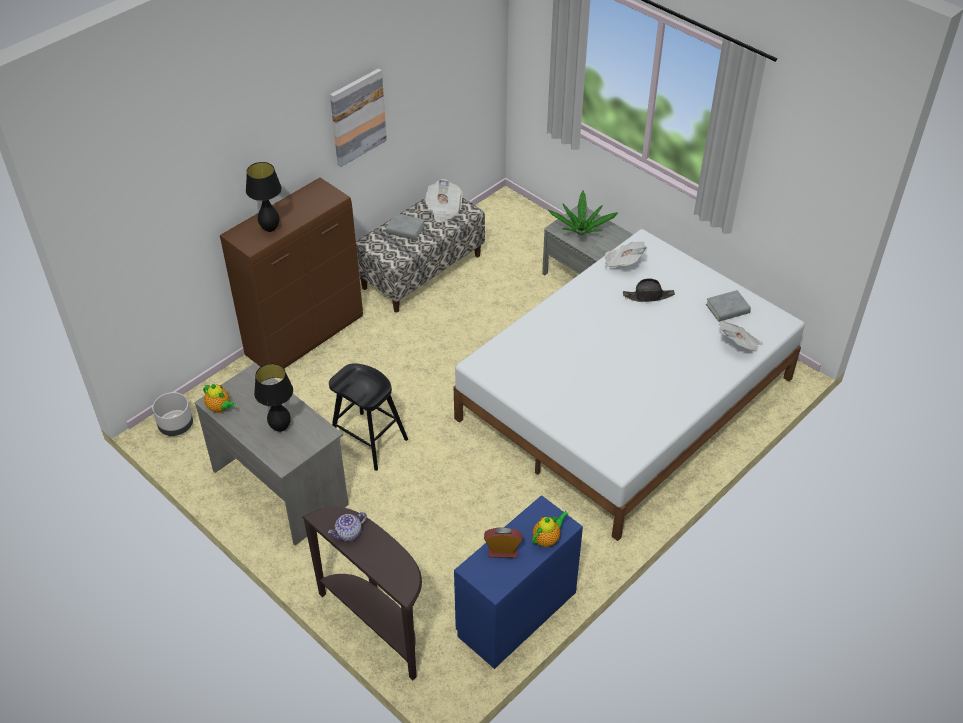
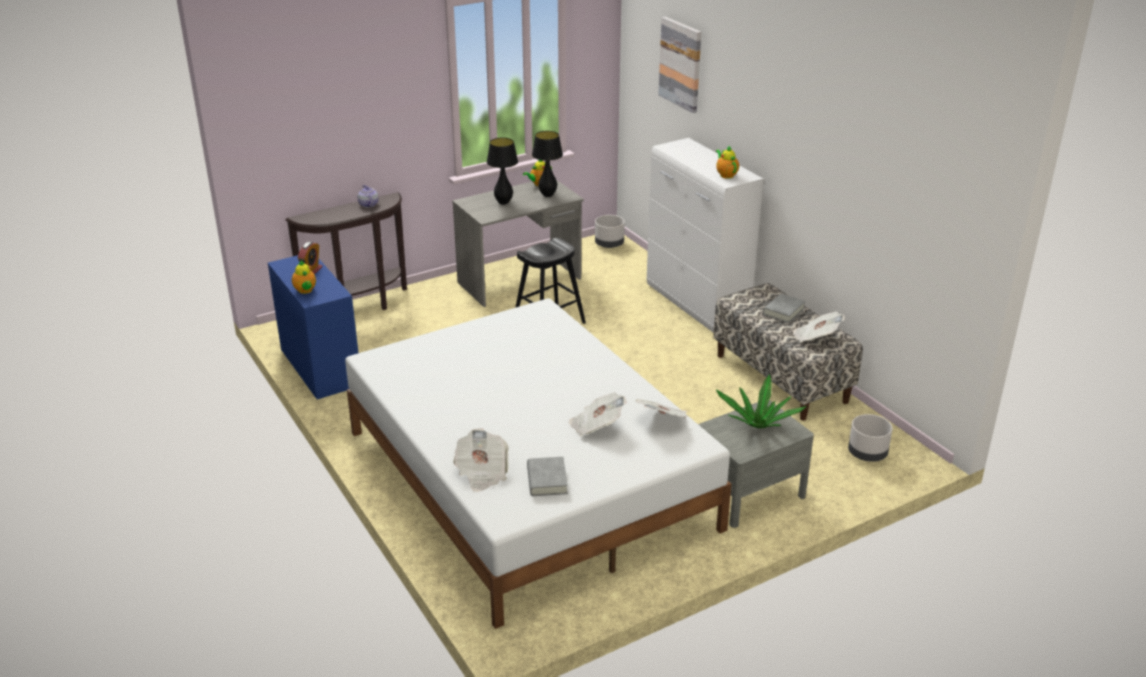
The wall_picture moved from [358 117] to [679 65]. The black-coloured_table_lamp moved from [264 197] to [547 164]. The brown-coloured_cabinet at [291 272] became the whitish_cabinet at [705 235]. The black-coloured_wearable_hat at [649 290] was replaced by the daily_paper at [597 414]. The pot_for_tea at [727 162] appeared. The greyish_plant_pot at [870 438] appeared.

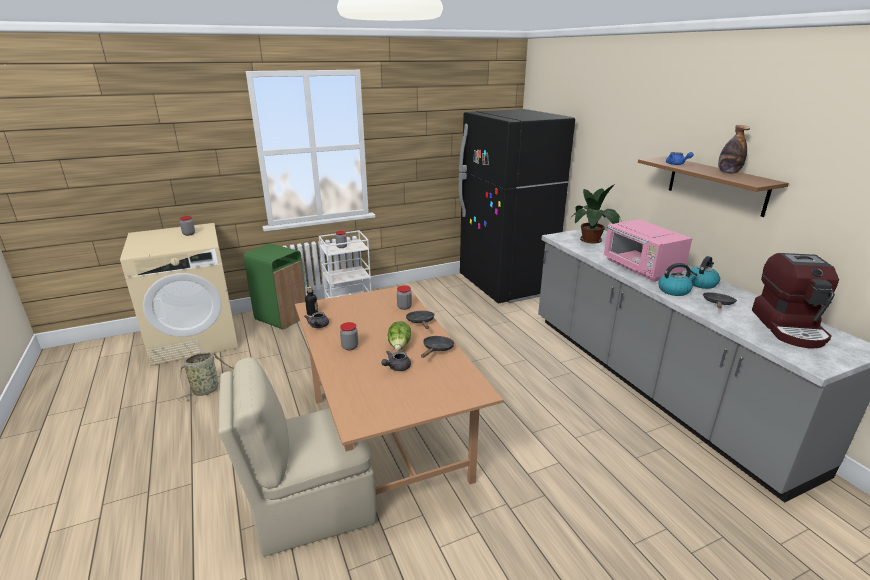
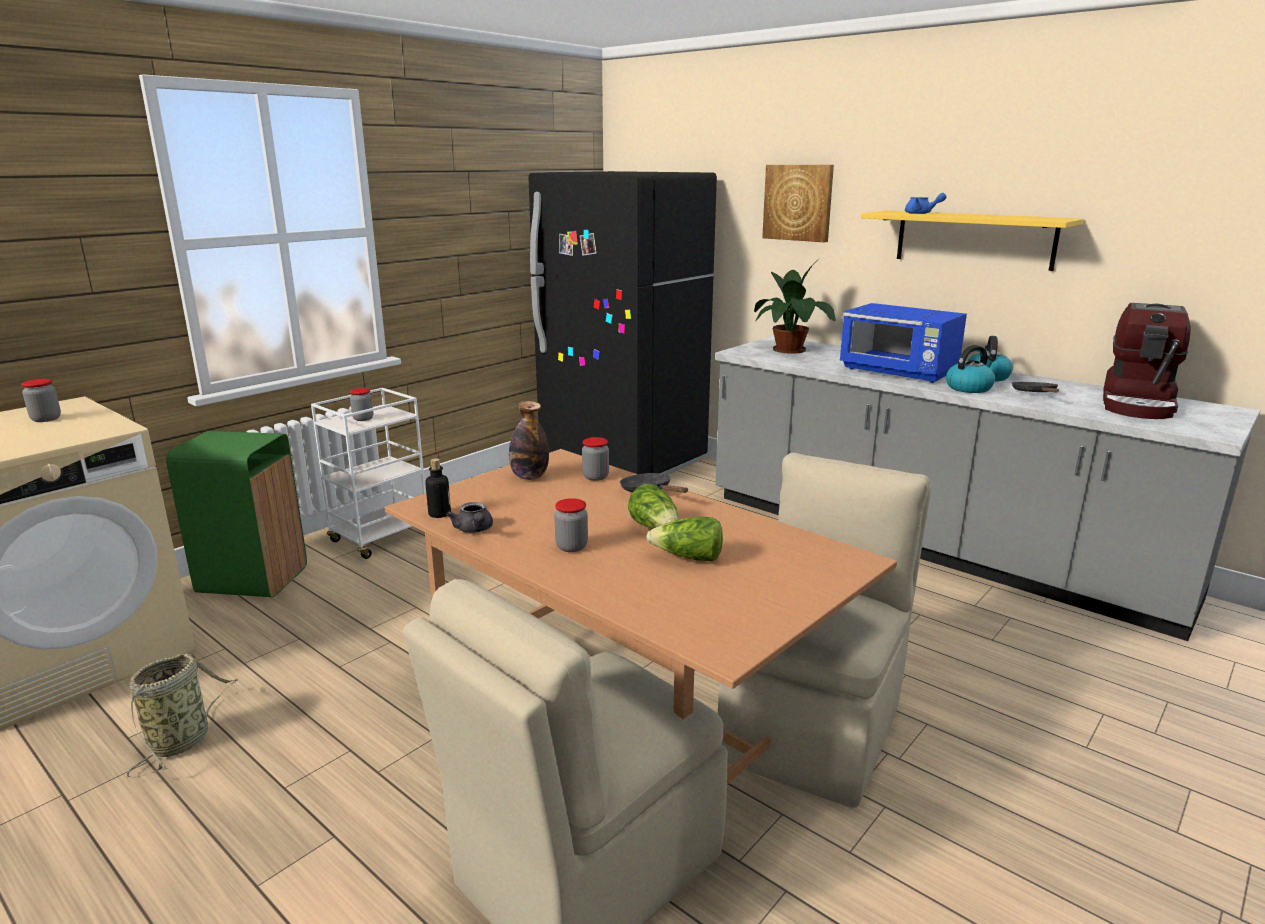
The beverage_bottle moved from [734 149] to [529 440]. The brown-coloured_bracket_shelf at [713 187] became the yellow_bracket_shelf at [972 241]. The pinkish_microwave at [648 250] became the blue_microwave at [903 343]. The coffee_machine at [795 300] turned 45 degrees clockwise. The black-coloured_pan at [437 347] disappeared. The greyish_pot_for_tea at [396 361] was replaced by the head_of_lettuce at [684 539]. The wall_picture at [798 203] appeared. The beige-coloured_plain_chair at [824 630] appeared.

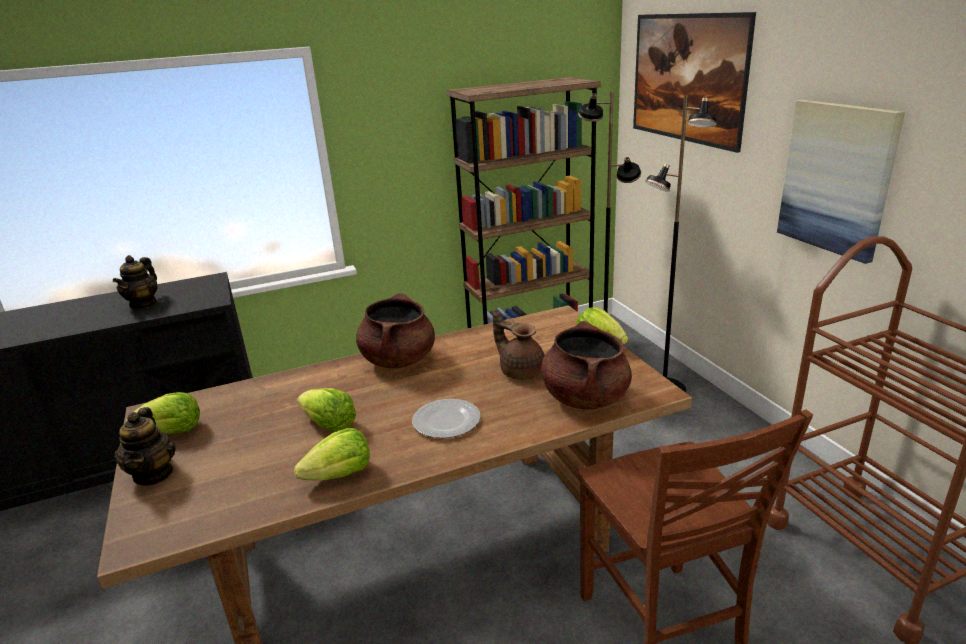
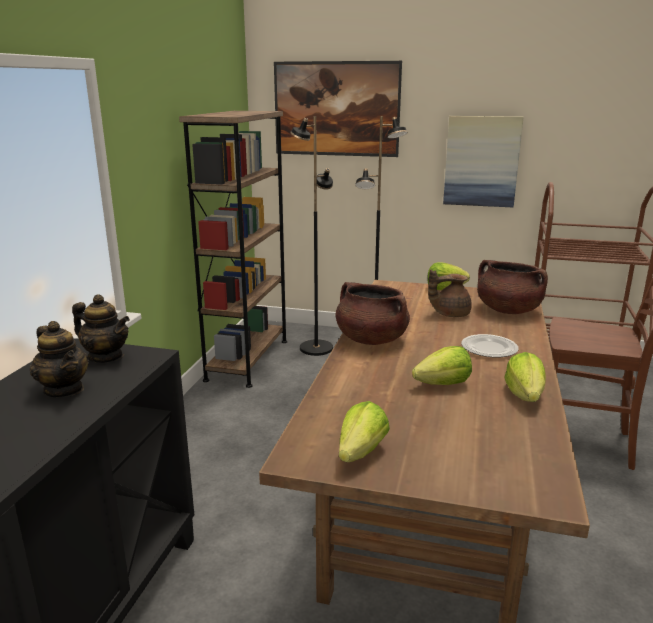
The pot_for_tea moved from [145 446] to [101 328].

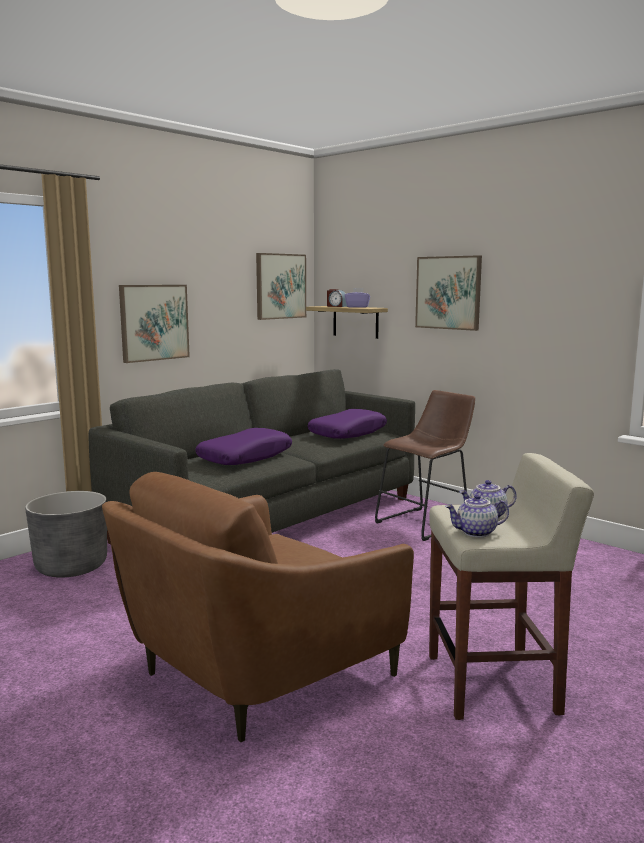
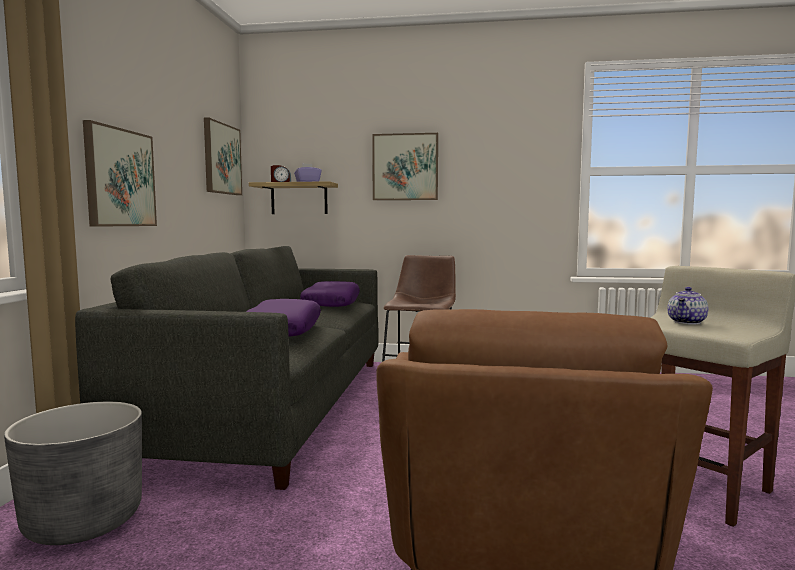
The pot_for_tea at [477 515] disappeared.

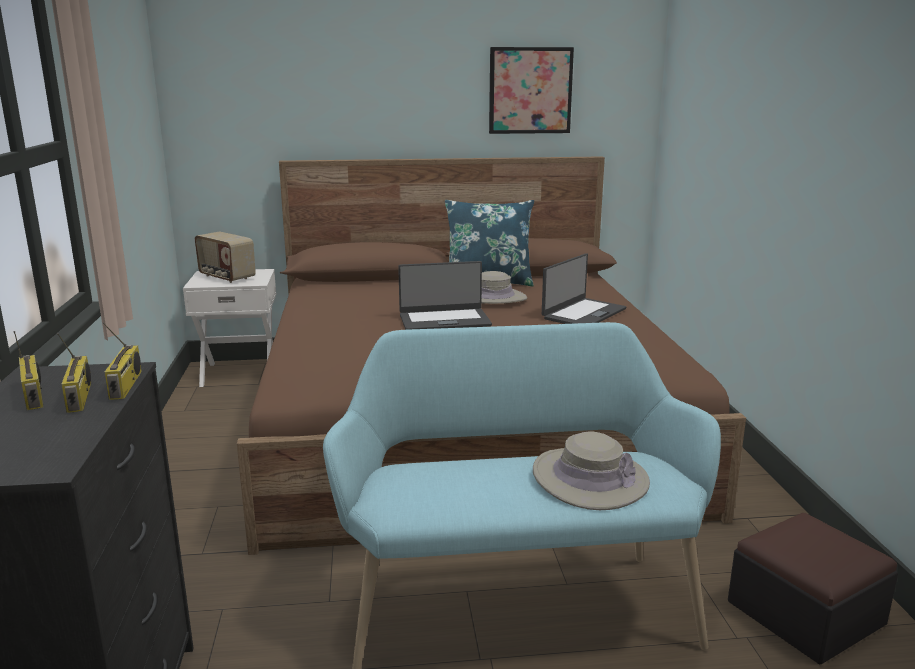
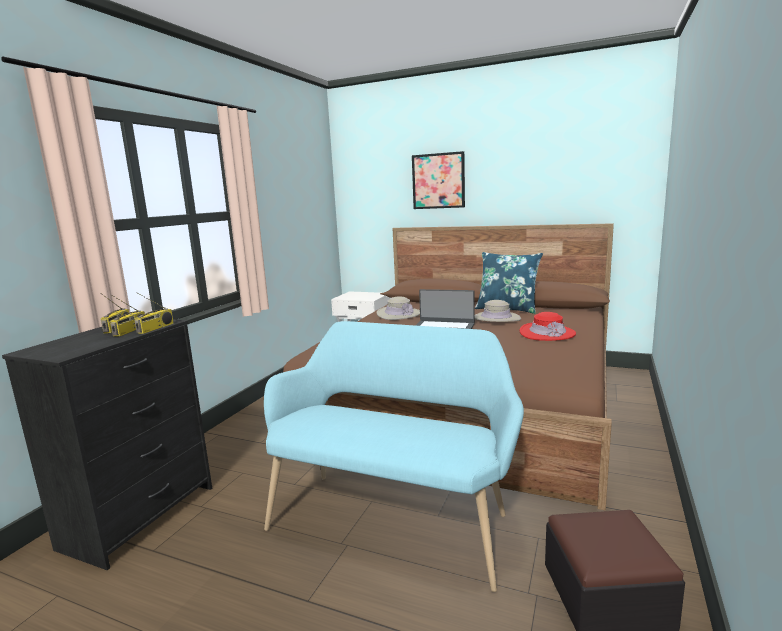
The wall_picture moved from [531 90] to [438 180]. The radio_receiver at [225 257] disappeared. The portable_computer at [584 288] was replaced by the red_wearable_hat at [548 326]. The beige-coloured_wearable_hat moved from [591 471] to [398 308].

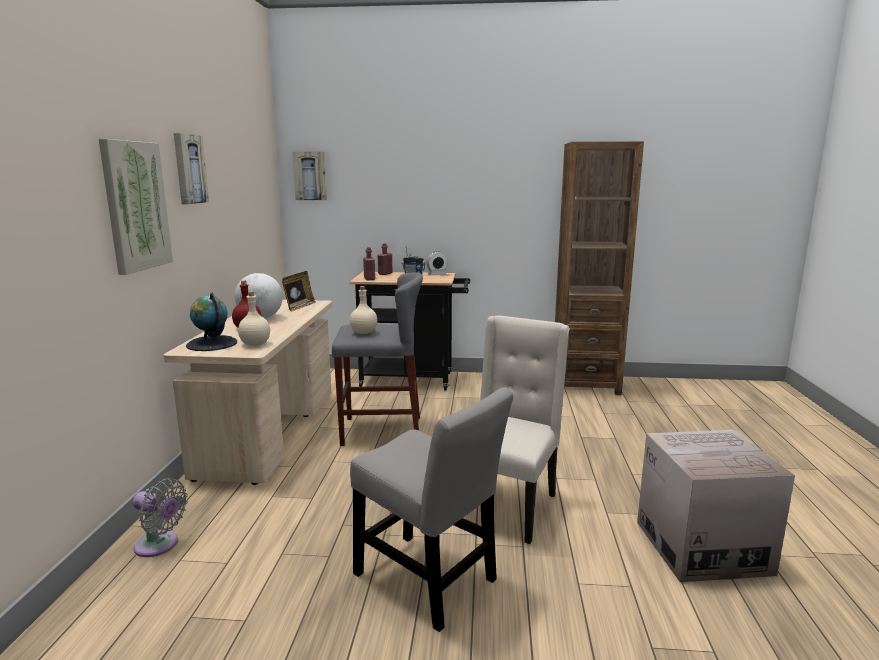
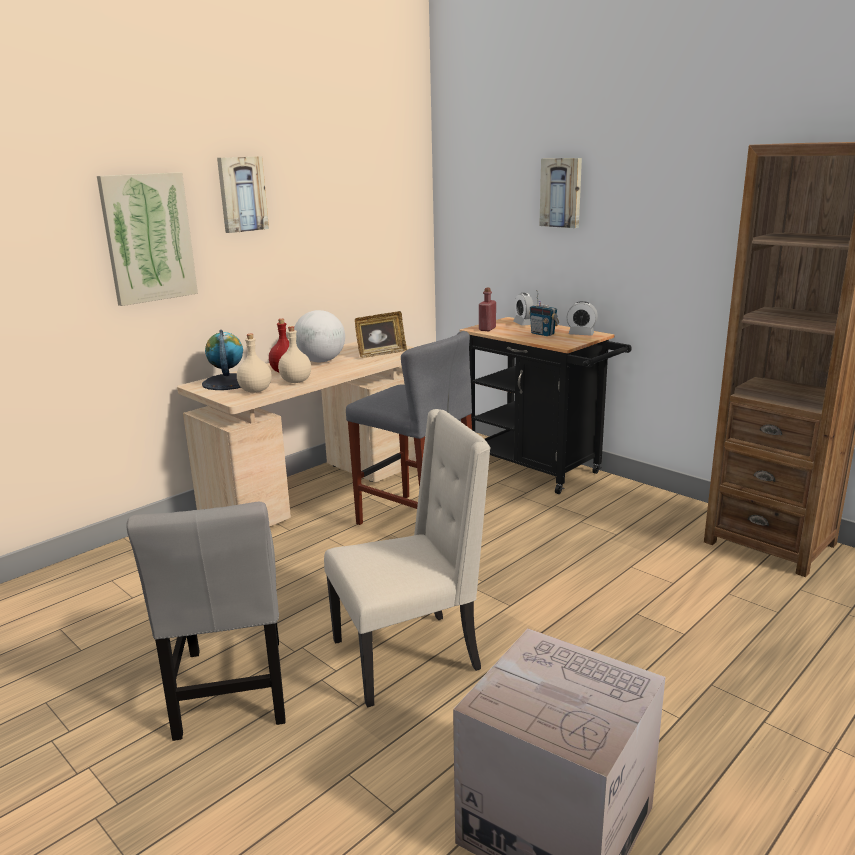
The wall_picture moved from [310 176] to [560 193]. The red_beverage_bottle at [384 259] was replaced by the bedside_clock at [523 309]. The beige-coloured_beverage_bottle moved from [363 310] to [294 354]. The greyish_electric_fan at [160 517] disappeared.

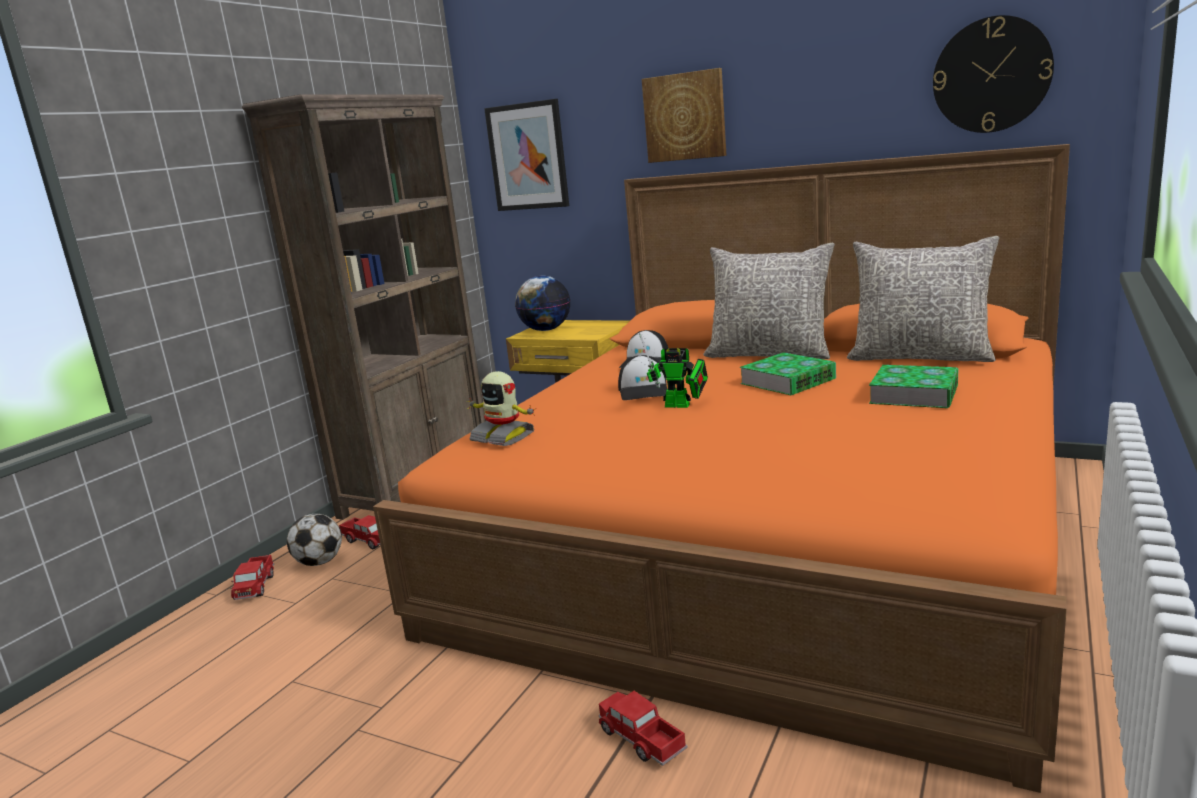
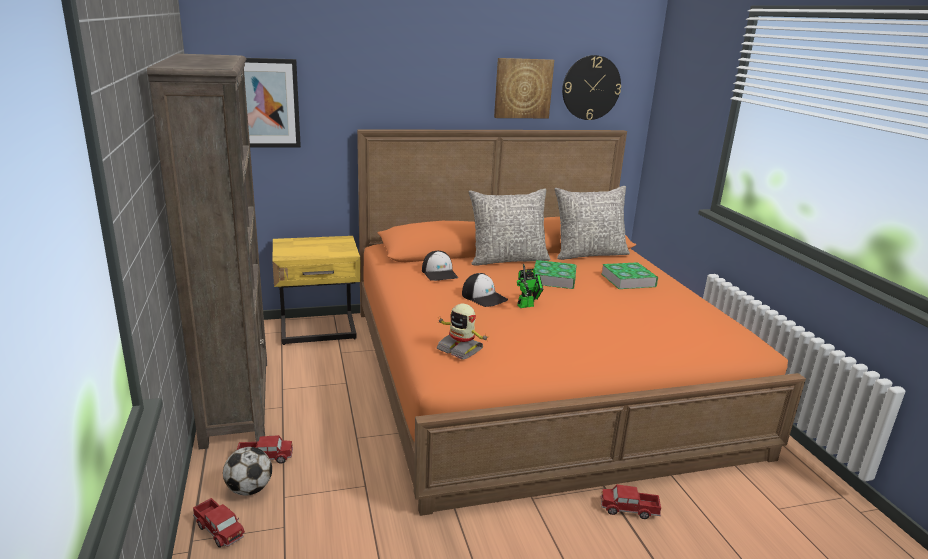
The wall_picture moved from [684 115] to [524 88]. The desk_globe at [542 303] disappeared. The robot_figure at [502 408] turned 45 degrees clockwise.

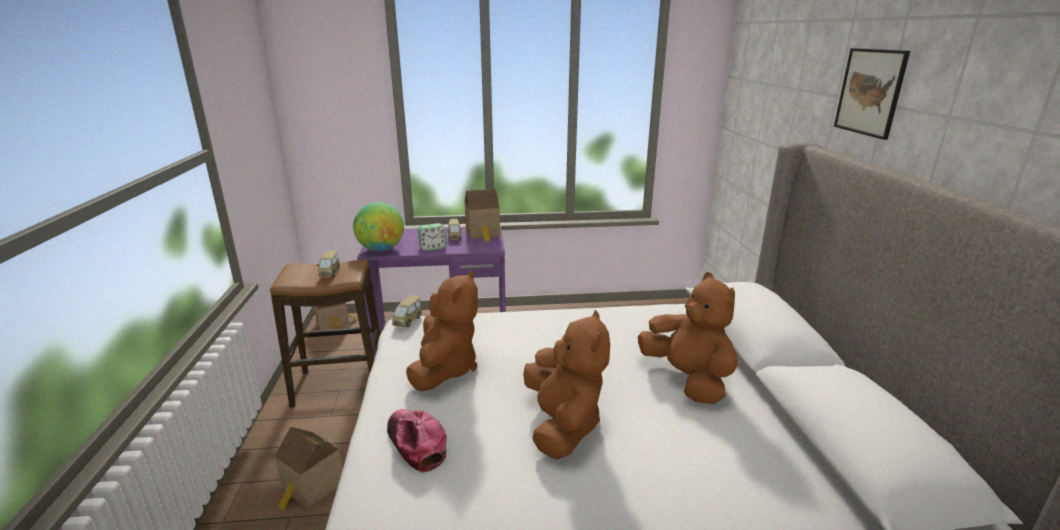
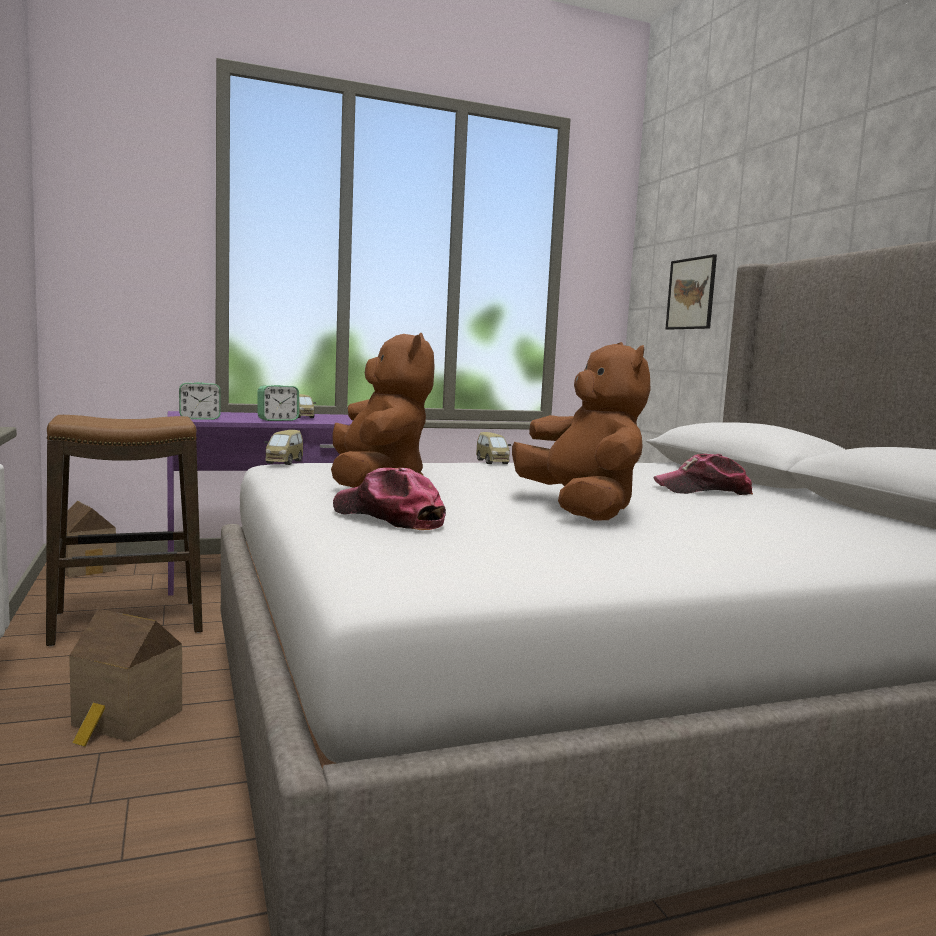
The wall_picture moved from [872 94] to [691 292]. The model_house at [482 215] disappeared. The desk_globe at [378 226] was replaced by the bedside_clock at [200 401]. The toy_car moved from [328 263] to [493 448]. The brown-coloured_plush_toy at [688 338] was replaced by the cap at [703 474].

